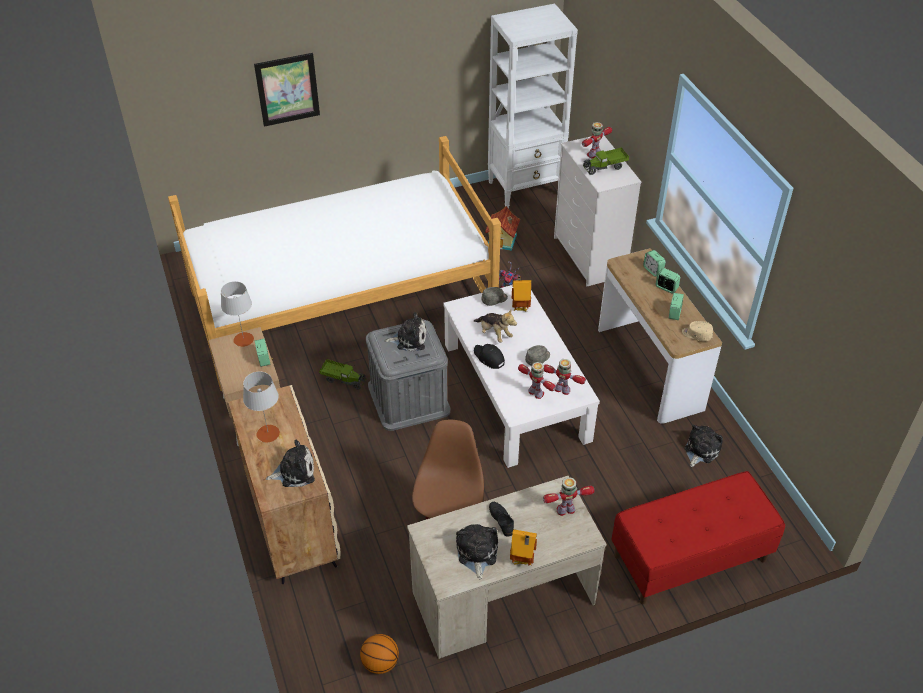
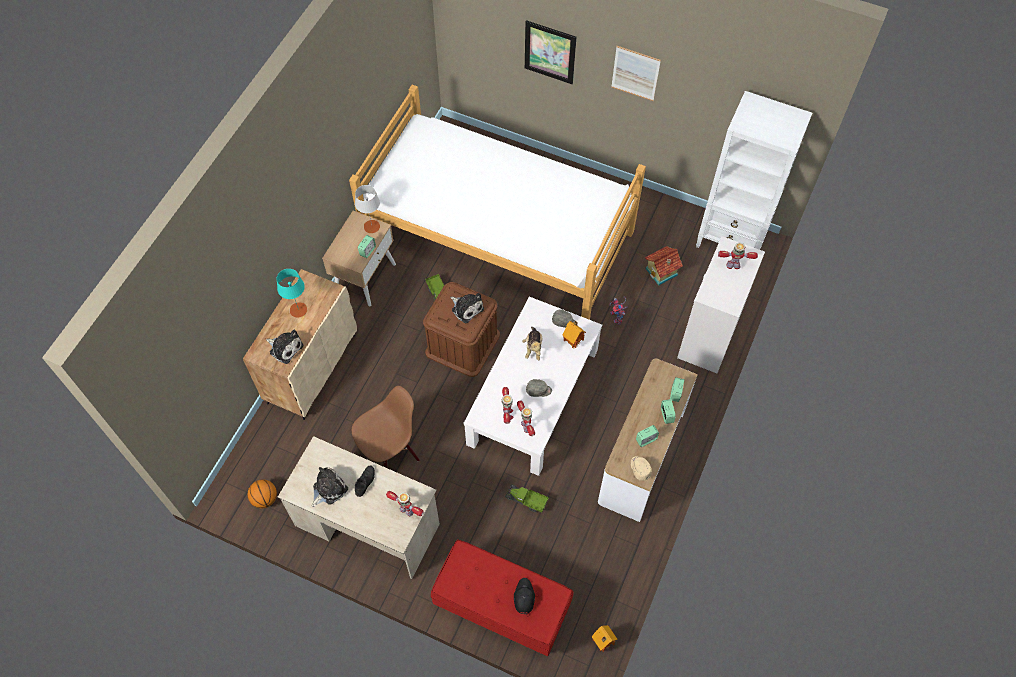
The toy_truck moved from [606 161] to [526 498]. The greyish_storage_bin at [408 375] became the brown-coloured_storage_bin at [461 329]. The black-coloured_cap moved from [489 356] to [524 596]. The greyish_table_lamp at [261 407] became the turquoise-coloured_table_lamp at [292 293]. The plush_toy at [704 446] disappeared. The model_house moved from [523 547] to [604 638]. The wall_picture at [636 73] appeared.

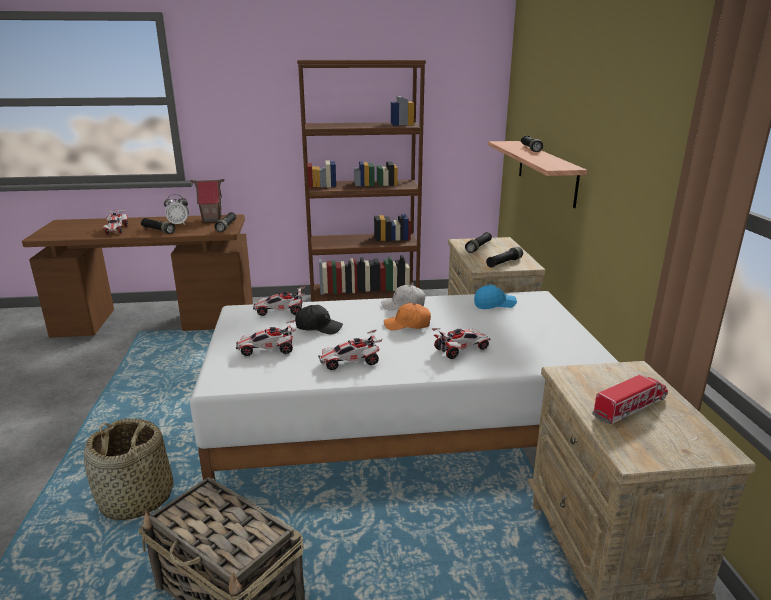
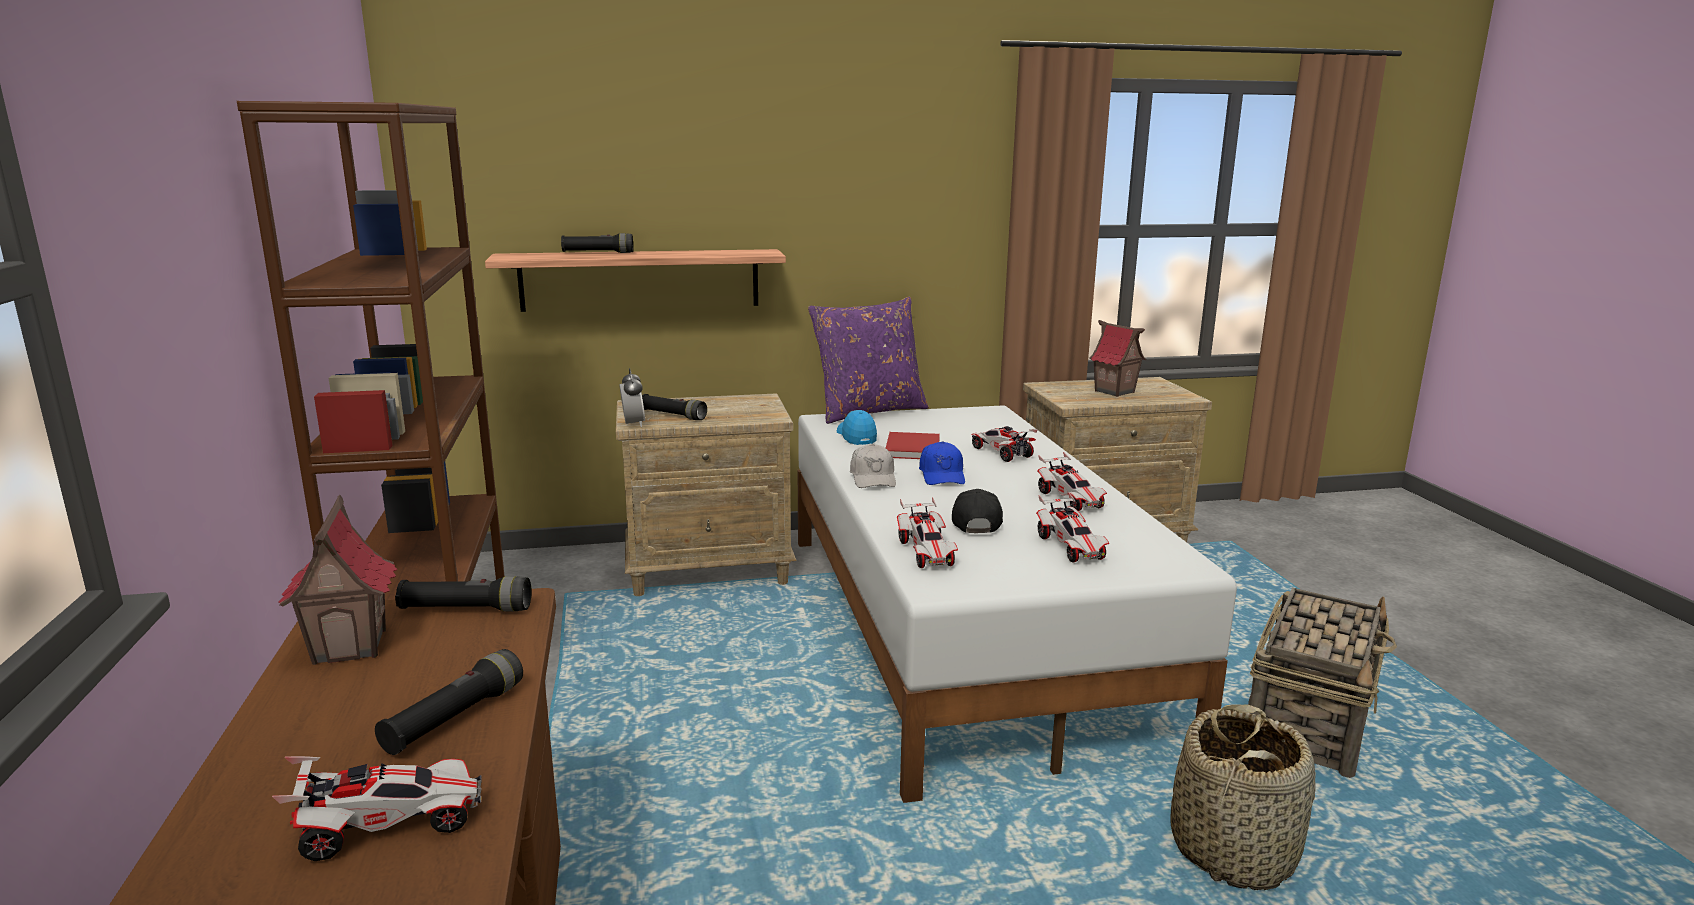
The bedside_clock moved from [176 209] to [632 397]. The black-coloured_hand_torch at [504 257] disappeared. The orange-coloured_cap at [407 316] became the blue_cap at [942 463]. The toy_truck at [630 399] was replaced by the model_house at [1118 358]. The purple-coloured_cushion at [868 360] appeared. The red_volume at [913 445] appeared.

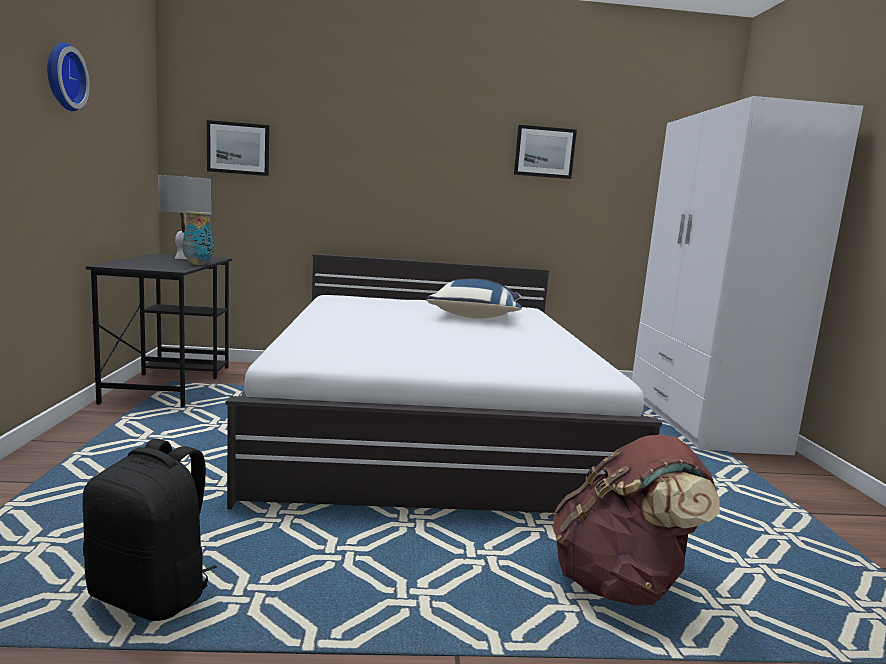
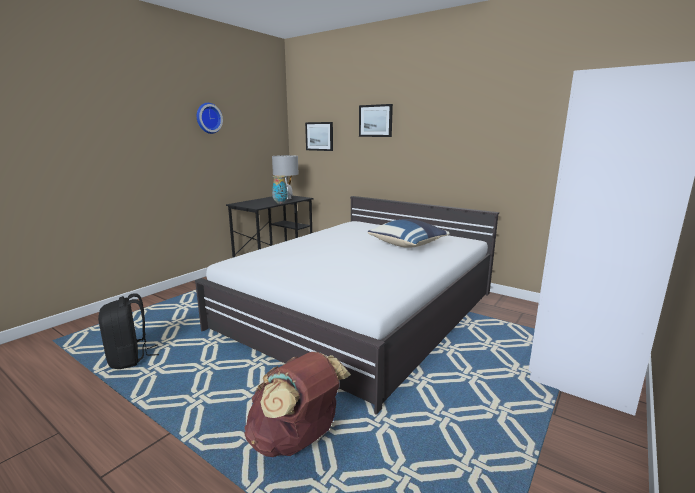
The wall_picture moved from [545 152] to [376 120].

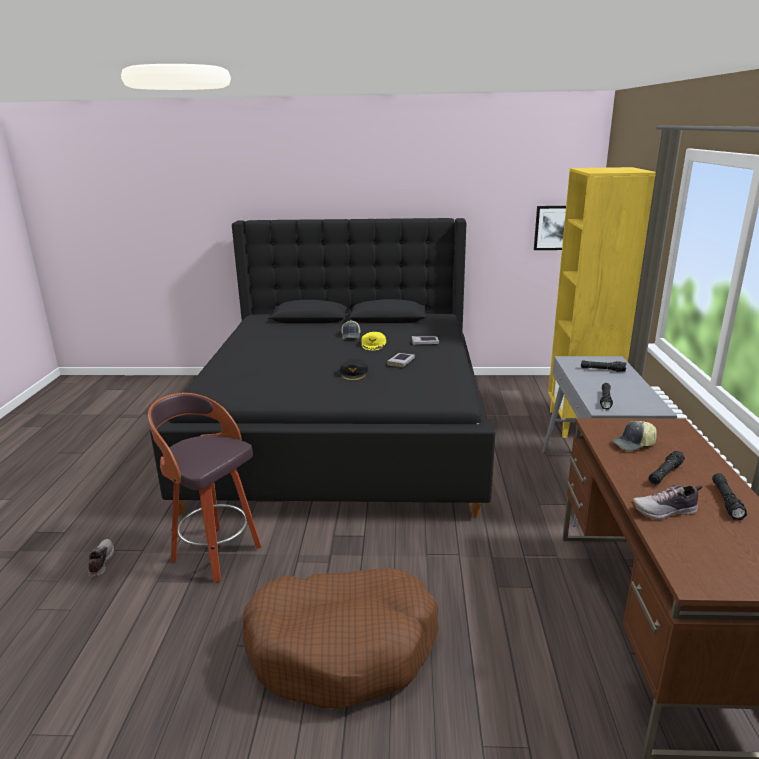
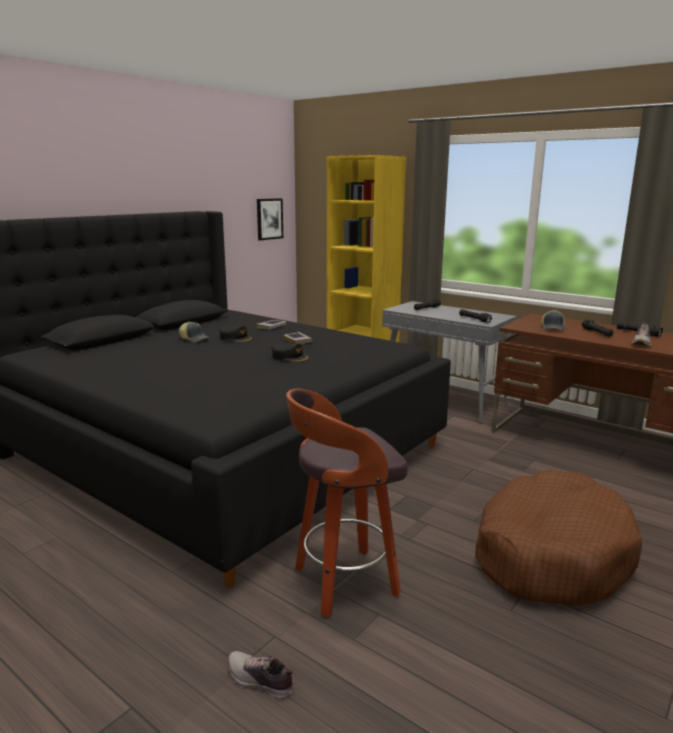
The yellow_cap at [373 341] became the black-coloured_cap at [236 334].

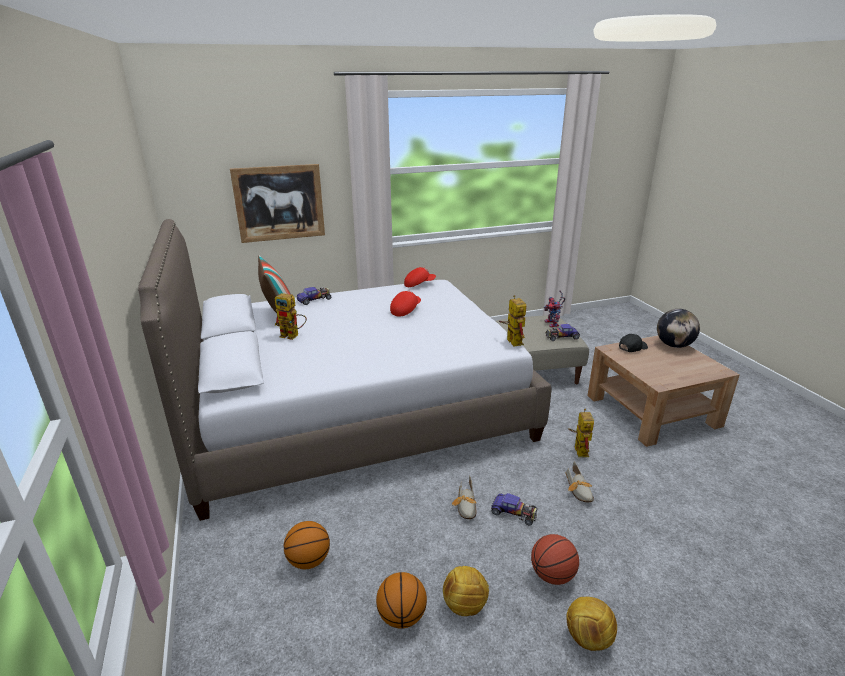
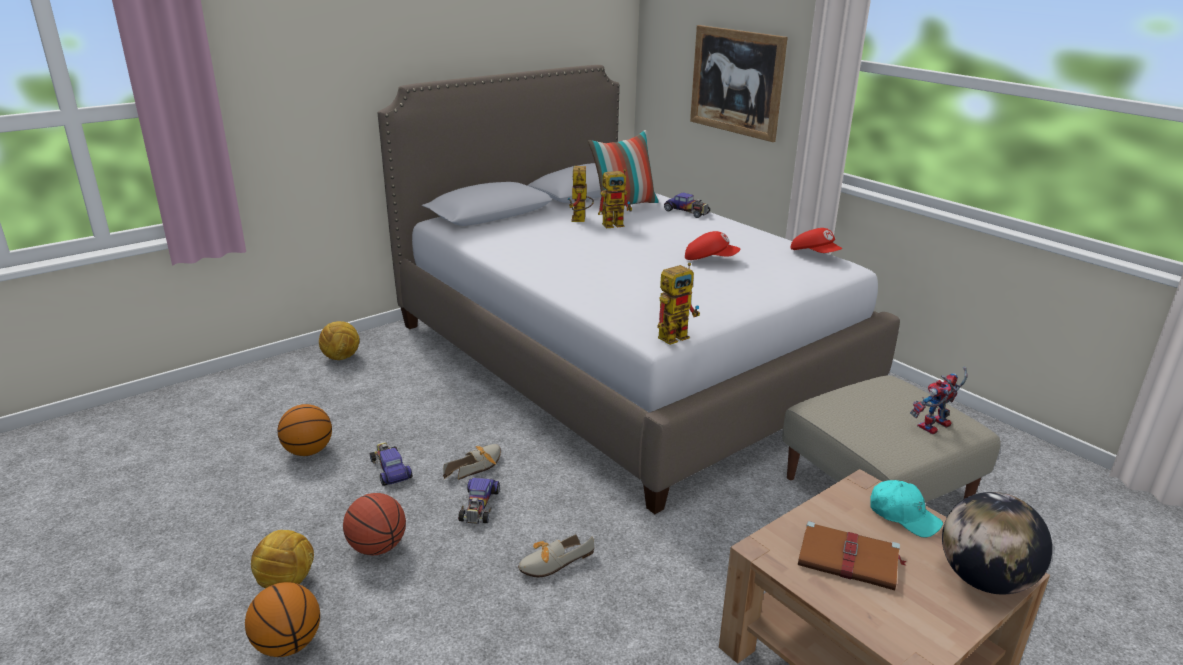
The toy_car moved from [562 332] to [391 464]. The black-coloured_cap at [633 343] became the turquoise-coloured_cap at [906 509]. The robot_figure moved from [581 433] to [615 198]. The item_of_footwear at [464 497] turned 150 degrees clockwise. The ball_for_basketball moved from [307 545] to [282 619]. The football moved from [466 591] to [339 340]. The brown-coloured_volume at [852 556] appeared.

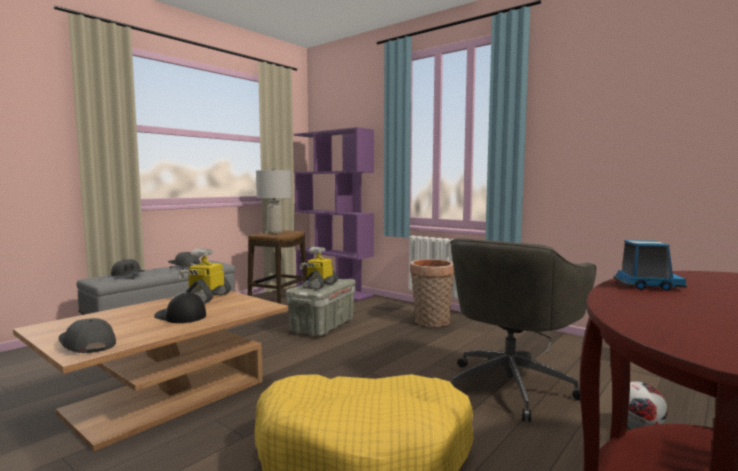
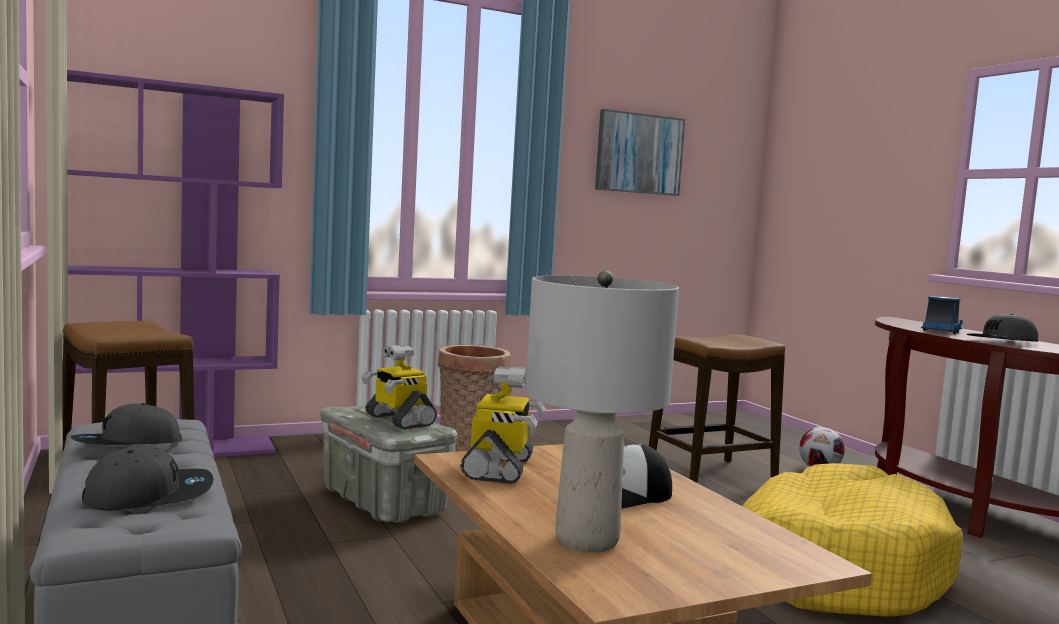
The greyish_table_lamp moved from [273 201] to [602 412]. The greyish_computer_chair at [523 330] was replaced by the sitting_stool at [717 408]. The robot_figure at [204 276] turned 120 degrees counterclockwise. The greyish_cap moved from [87 335] to [1002 328]. The wall_picture at [640 152] appeared.

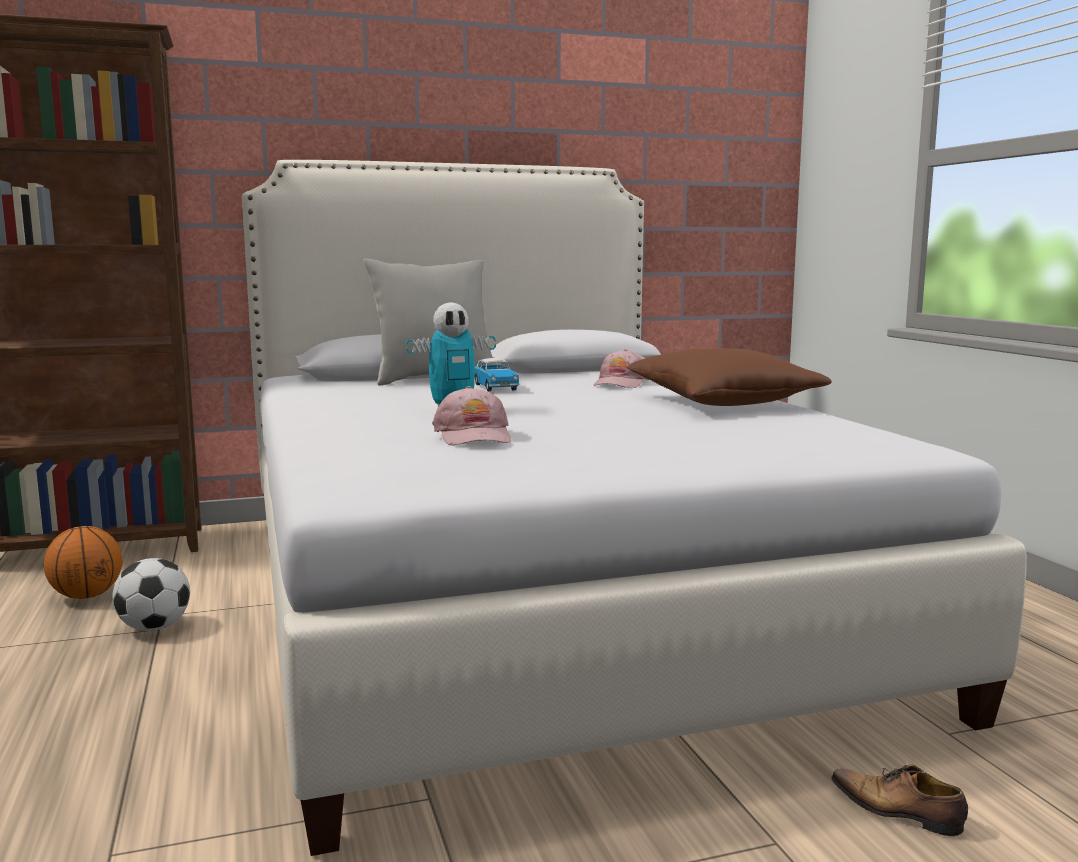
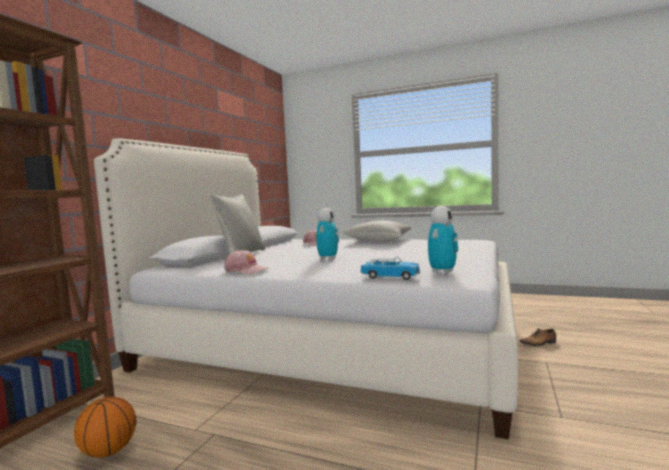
The brown-coloured_cushion at [729 377] became the greyish_cushion at [376 231]. The toy_car moved from [497 375] to [390 268]. The pinkish_cap moved from [471 416] to [246 262]. The football at [151 594] disappeared. The robot_figure at [443 240] appeared.

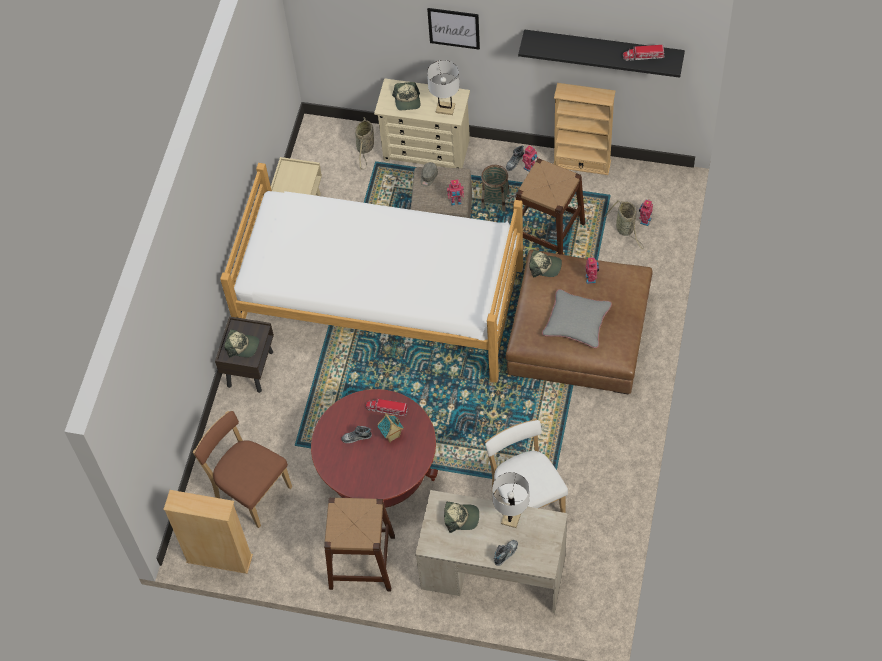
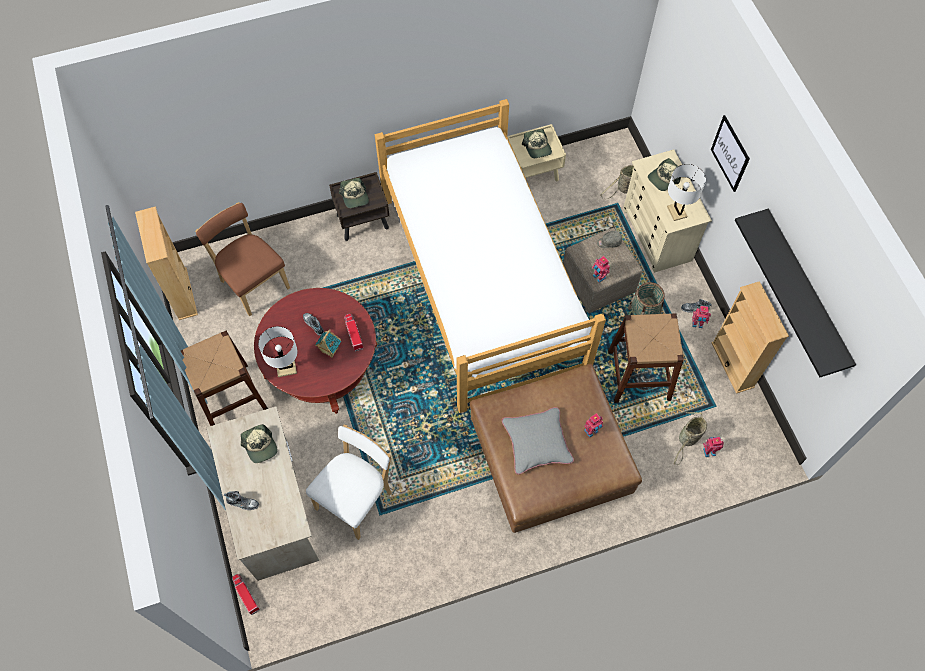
The toy_truck moved from [644 53] to [246 594]. The cap moved from [545 263] to [537 143]. The brown-coloured_plain_chair at [242 469] turned 45 degrees counterclockwise. The whitish_table_lamp moved from [510 500] to [278 351].

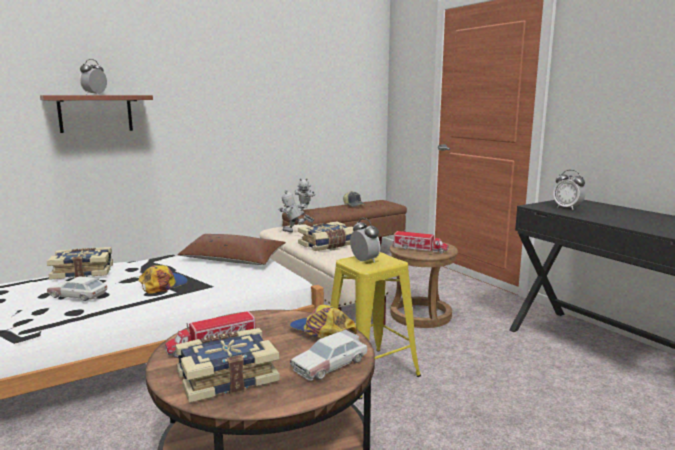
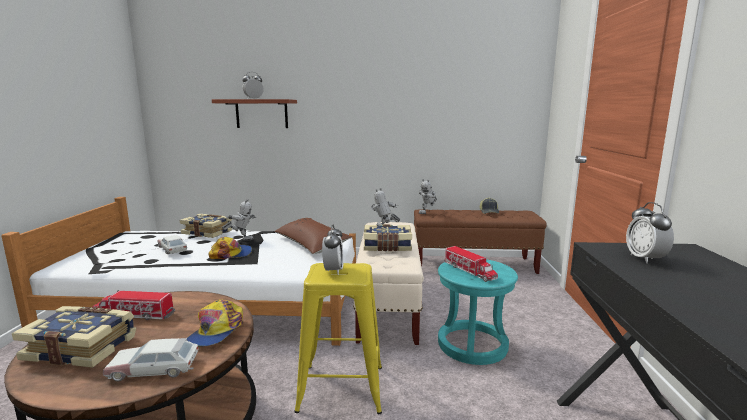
The brown-coloured_sitting_stool at [424 285] became the turquoise-coloured_sitting_stool at [478 312]. The cap at [323 321] turned 150 degrees counterclockwise. The robot_figure at [239 220] appeared.

